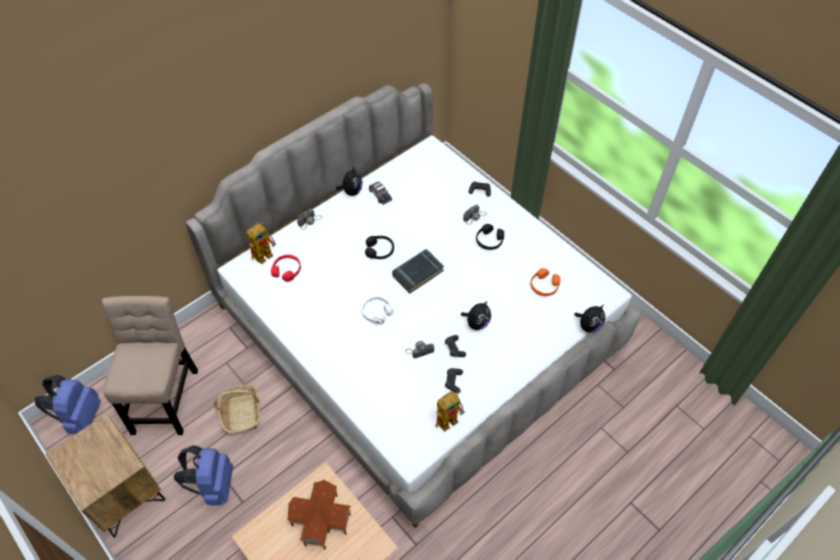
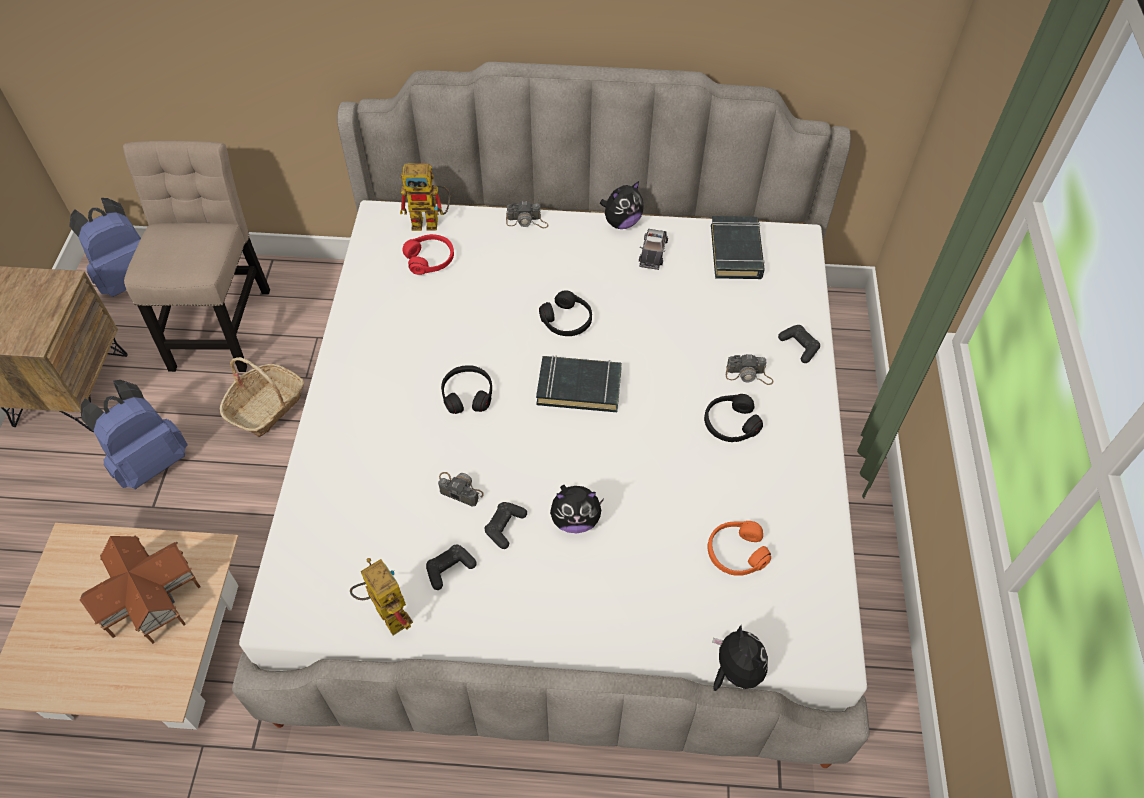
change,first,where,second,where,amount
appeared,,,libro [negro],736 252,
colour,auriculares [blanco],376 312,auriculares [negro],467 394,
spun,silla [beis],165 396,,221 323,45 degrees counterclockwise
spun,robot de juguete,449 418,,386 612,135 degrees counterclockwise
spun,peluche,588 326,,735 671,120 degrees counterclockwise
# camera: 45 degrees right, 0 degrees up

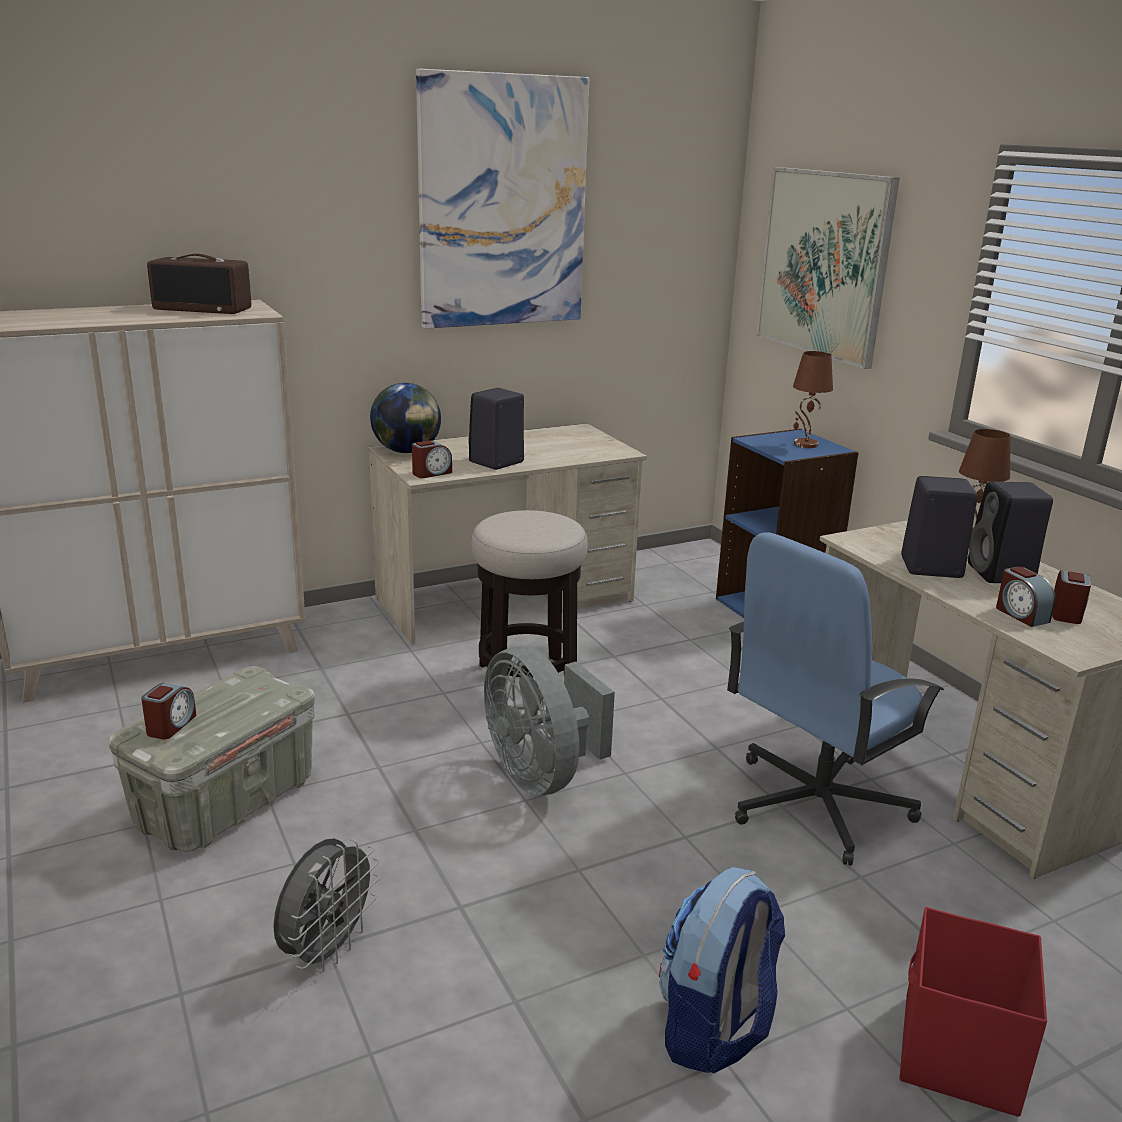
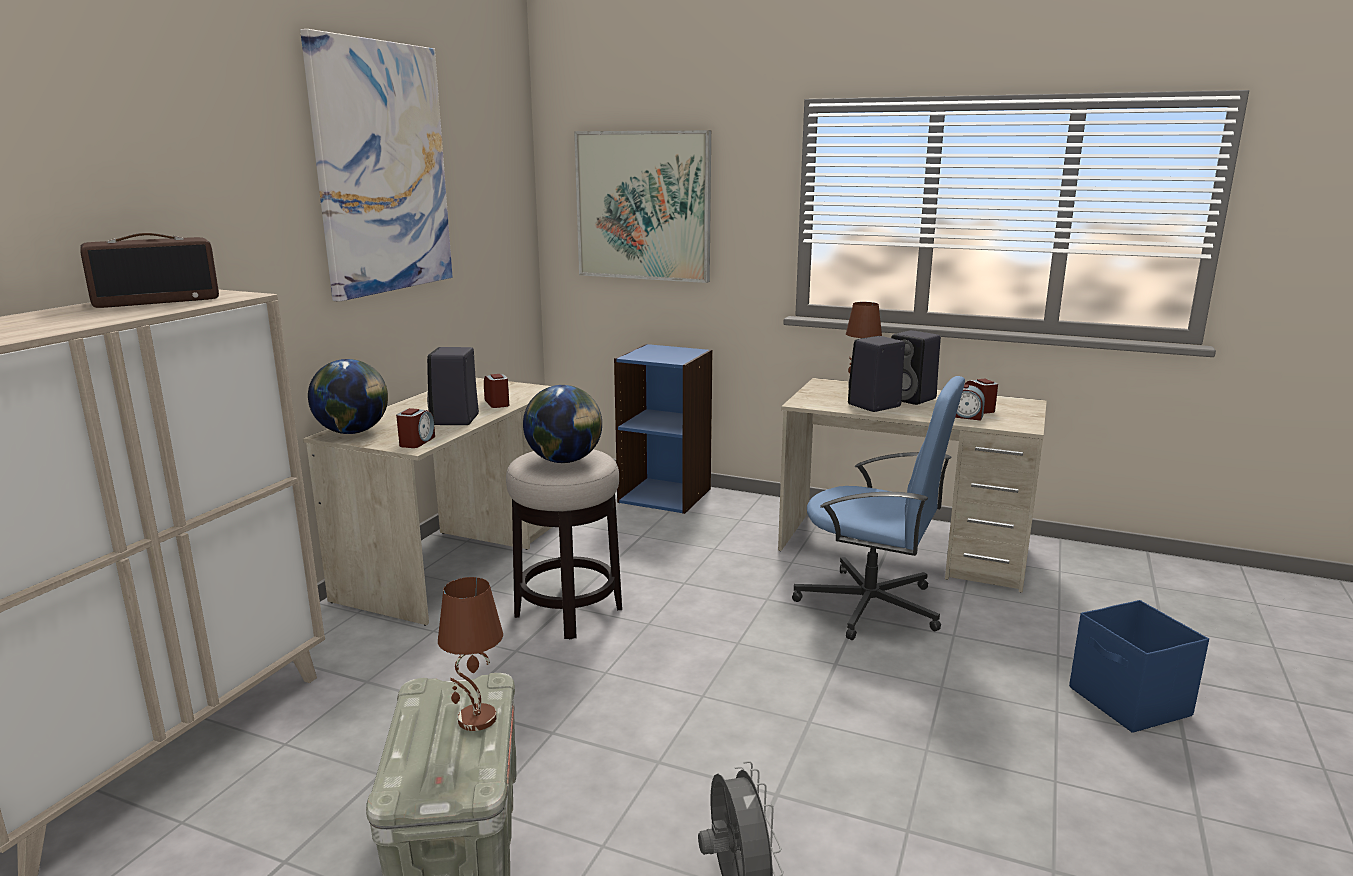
change,first,where,second,where,amount
missing,ventilador [gris],542 775,,,
missing,mochila,714 1029,,,
appeared,,,globo terráqueo,565 460,
relocated,despertador,171 725,,497 403,
relocated,lámpara de mesa [marrón],804 444,,476 719,
colour,caja de almacenaje [rojo],958 1055,caja de almacenaje [azul],1129 702,
spun,silla de oficina [azul],815 805,,871 606,75 degrees counterclockwise
# camera: 40 degrees left, 5 degrees down

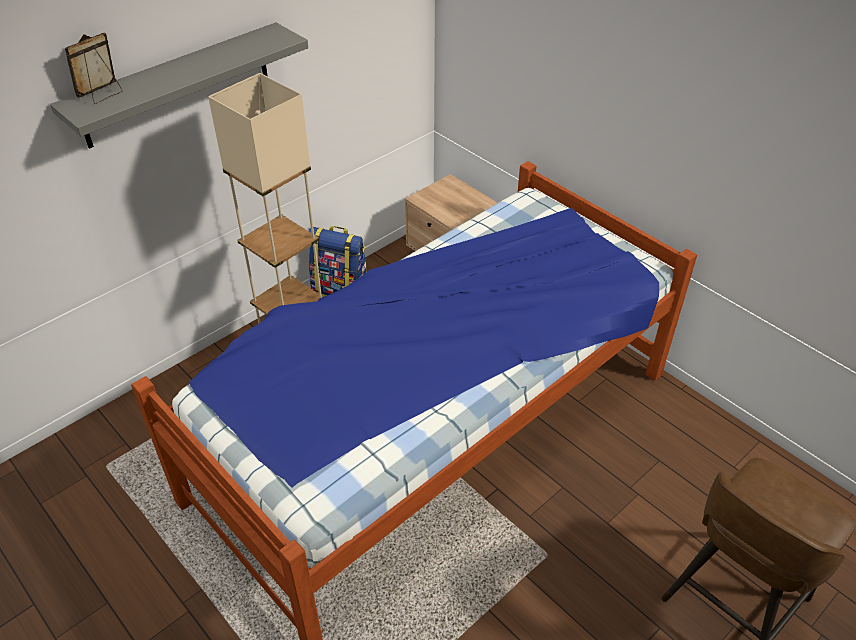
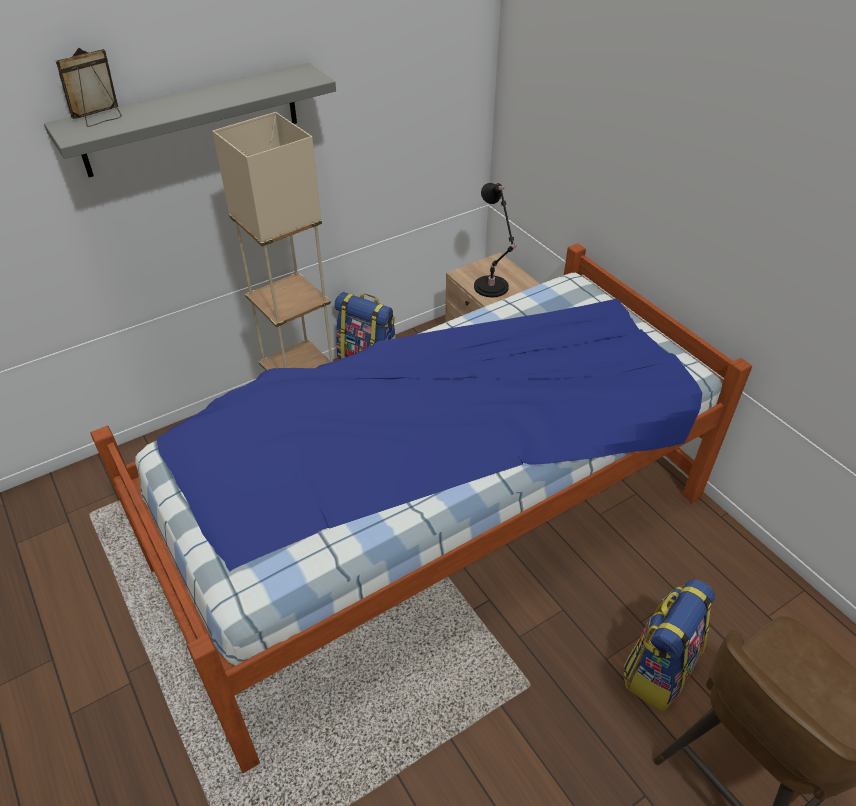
change,first,where,second,where,amount
appeared,,,lámpara de mesa [negro],492 288,
appeared,,,mochila,658 669,
# camera: 10 degrees right, 0 degrees up

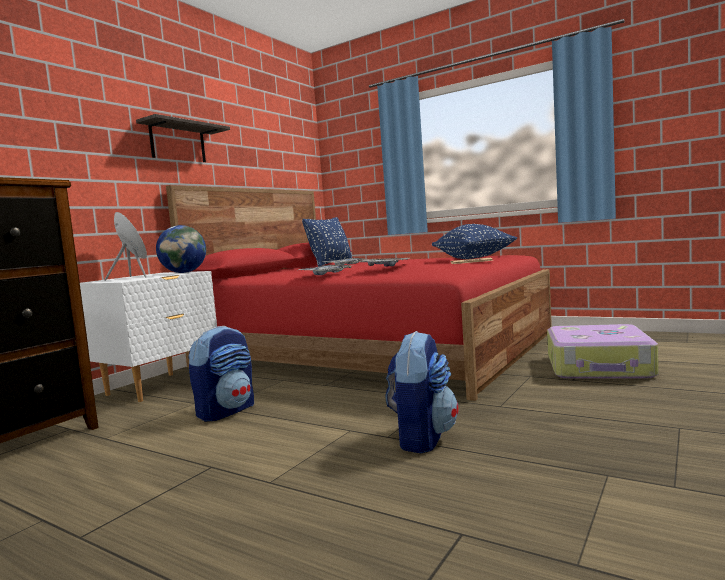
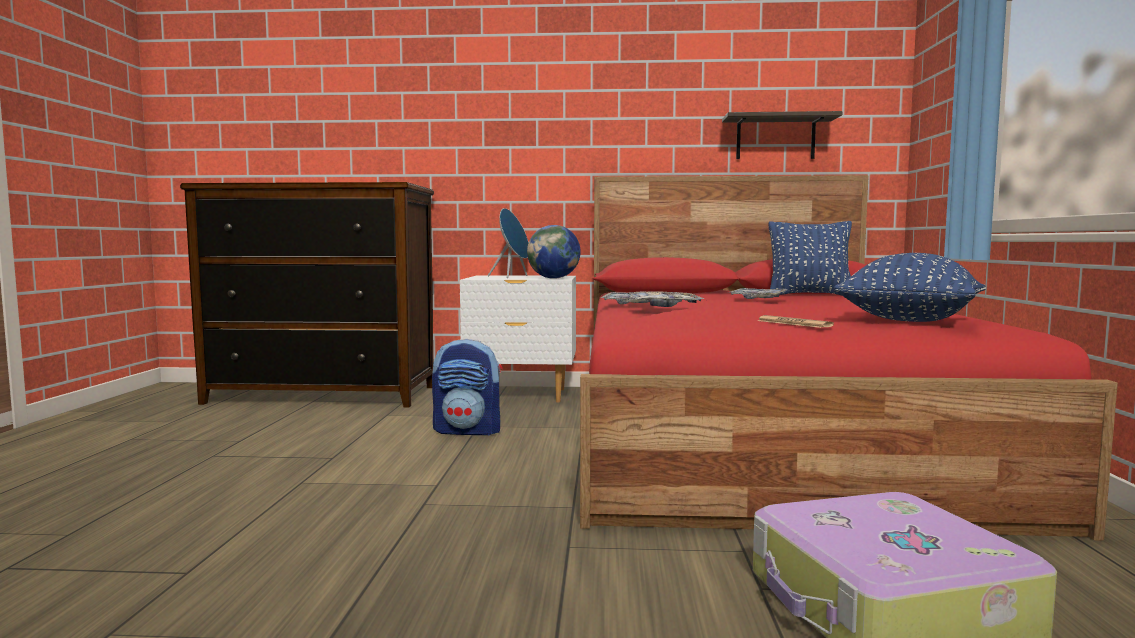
change,first,where,second,where,amount
missing,mochila,422 437,,,
relocated,estante,178 143,,775 138,
# camera: 60 degrees right, 0 degrees up

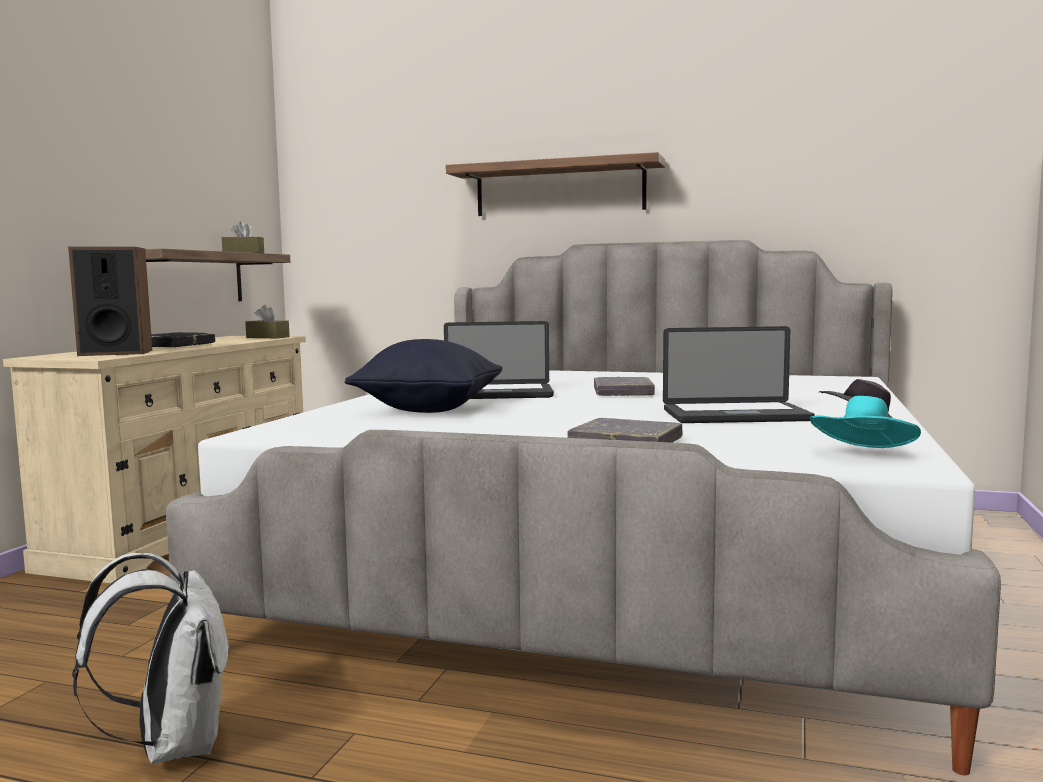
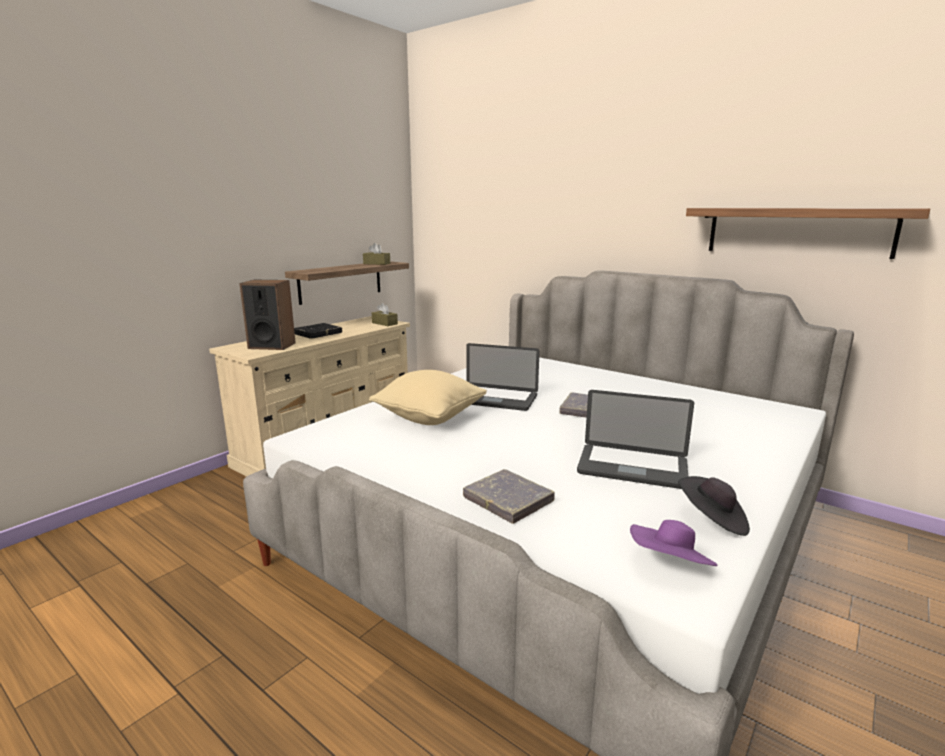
change,first,where,second,where,amount
missing,mochila [blanco],172 745,,,
relocated,estante,559 188,,797 231,
colour,cojín [negro],428 409,cojín [beis],429 418,
colour,sombrero [turquesa],863 455,sombrero [morado],670 566,
# camera: 20 degrees right, 10 degrees up

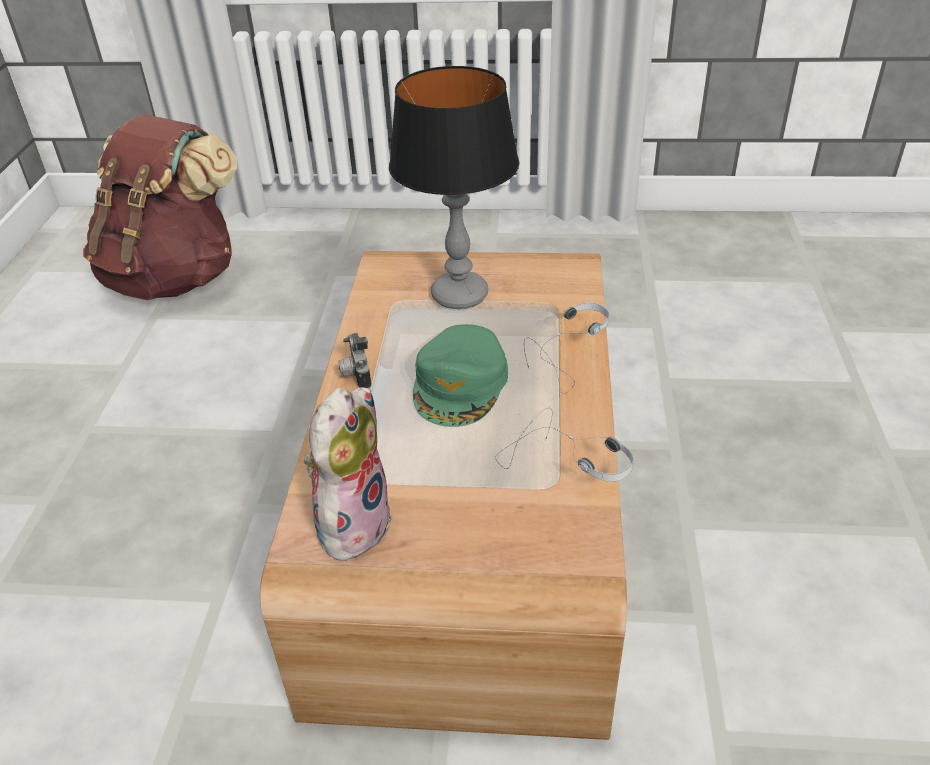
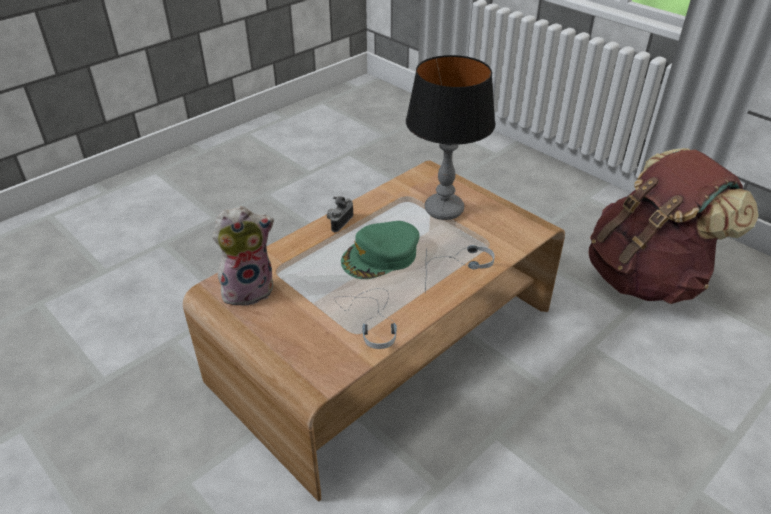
change,first,where,second,where,amount
relocated,mochila [marrón],176 277,,646 277,
# camera: 40 degrees right, 0 degrees up

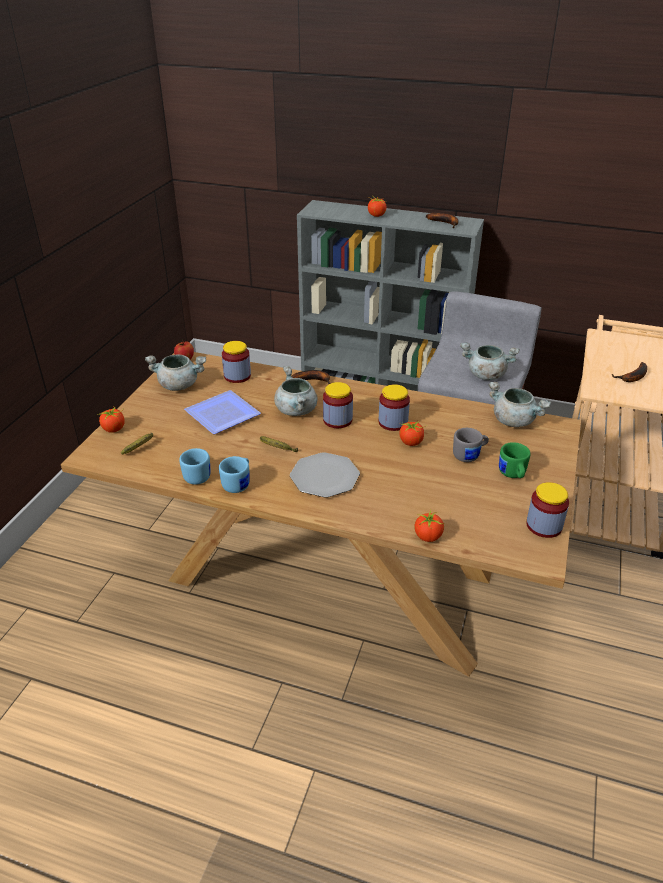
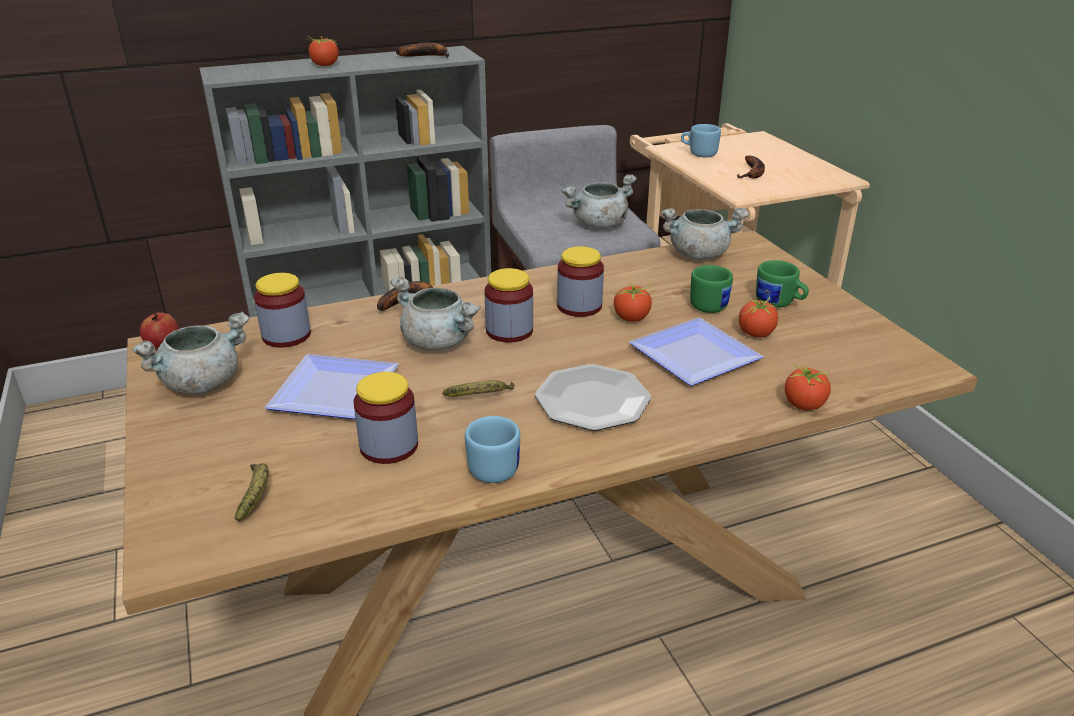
change,first,where,second,where,amount
appeared,,,plato,699 356,
relocated,tomate,114 429,,756 333,
relocated,taza grande [azul],196 475,,698 154,
relocated,tarro,544 525,,389 446,
colour,taza grande [gris],470 455,taza grande [verde],711 304,
# camera: 40 degrees left, 5 degrees down

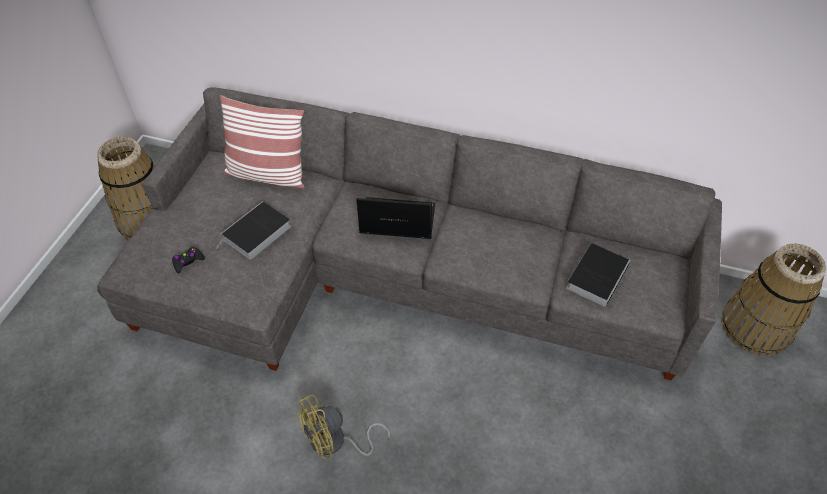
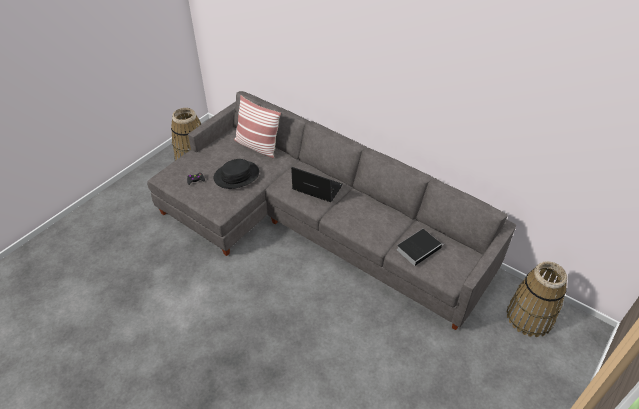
change,first,where,second,where,amount
missing,ventilador [amarillo],335 442,,,
exchanged,libro,256 234,sombrero [negro],236 175,
# camera: 20 degrees right, 5 degrees down

